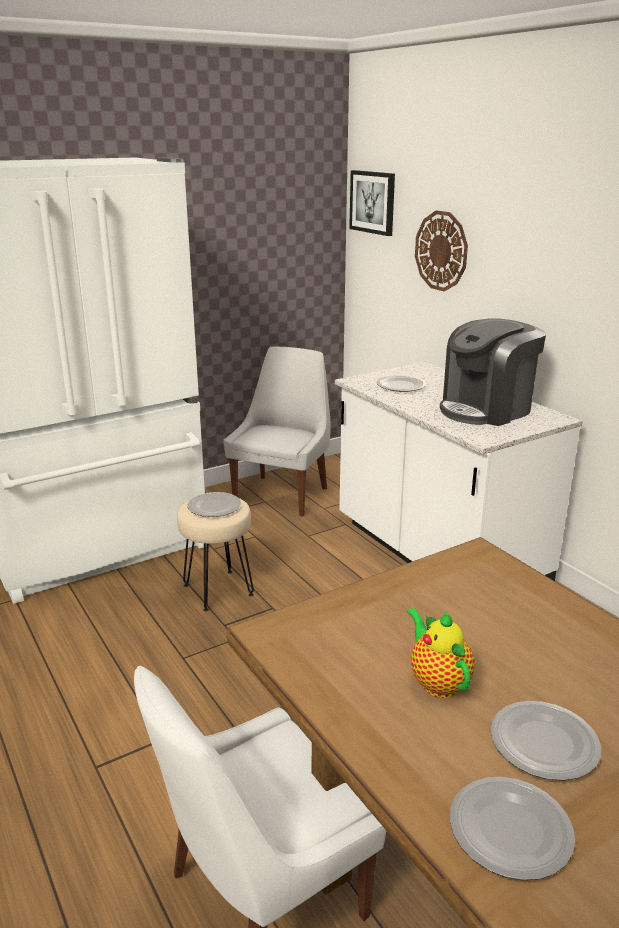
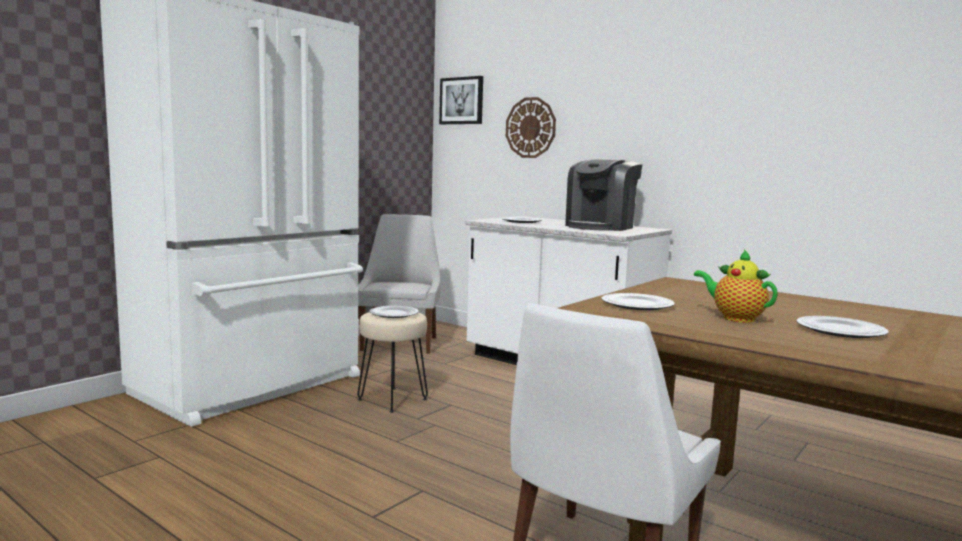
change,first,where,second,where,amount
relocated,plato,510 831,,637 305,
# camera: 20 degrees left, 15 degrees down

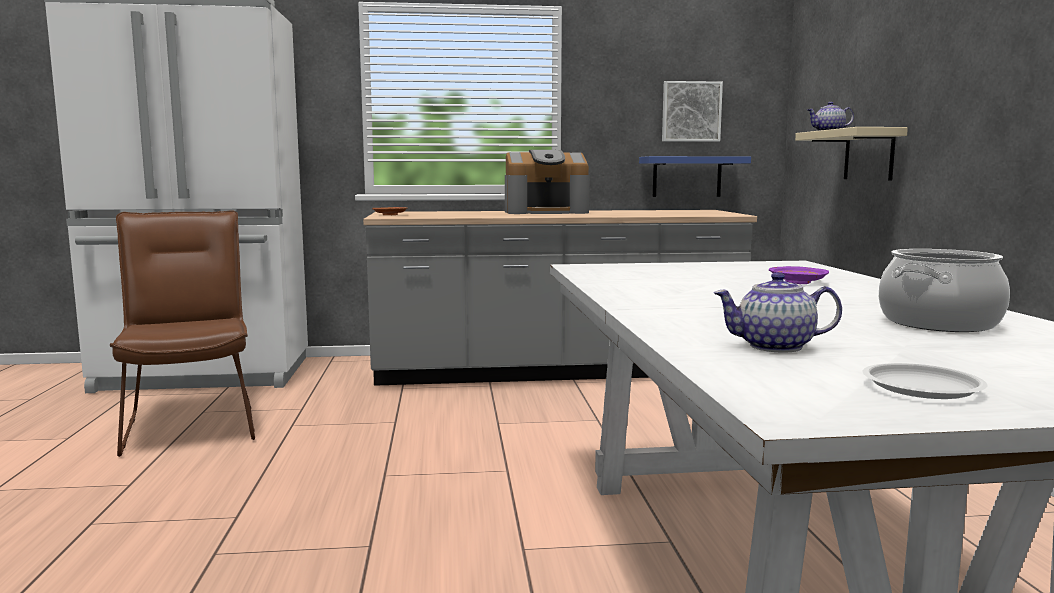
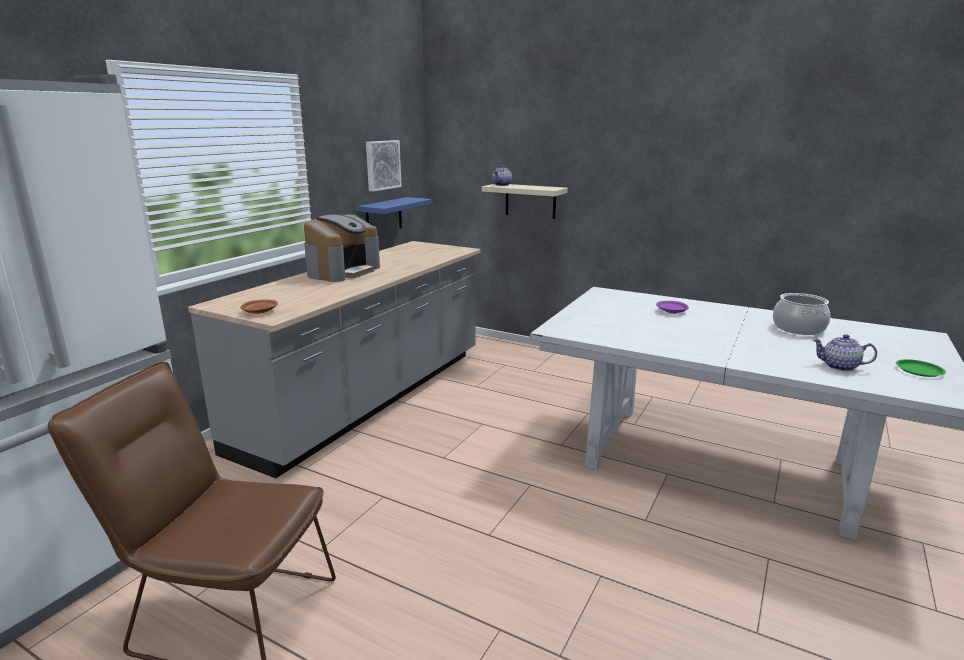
change,first,where,second,where,amount
colour,plato [blanco],921 388,plato [verde],919 371,
spun,tetera,774 346,,839 366,75 degrees clockwise
# camera: 55 degrees left, 10 degrees up

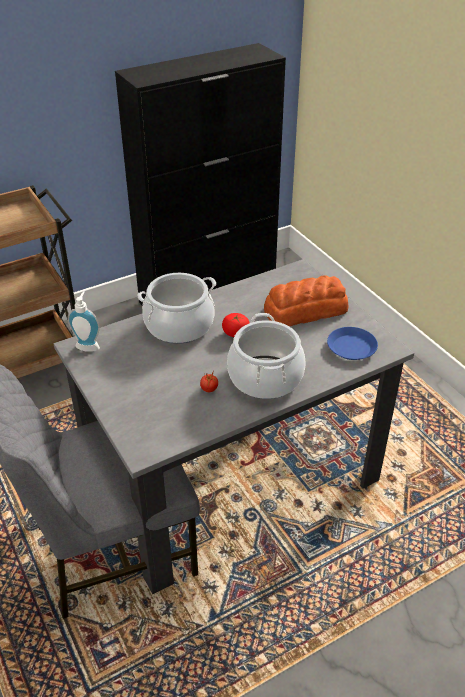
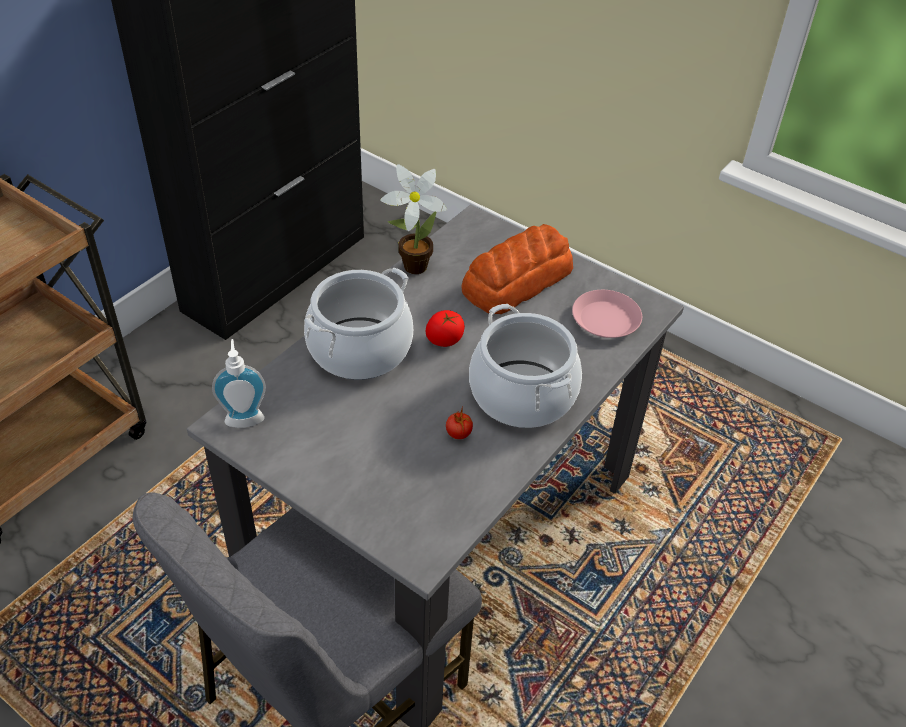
change,first,where,second,where,amount
appeared,,,planta en maceta,411 267,
colour,plato [azul],351 347,plato [rosa],605 319,
# camera: 25 degrees left, 5 degrees up

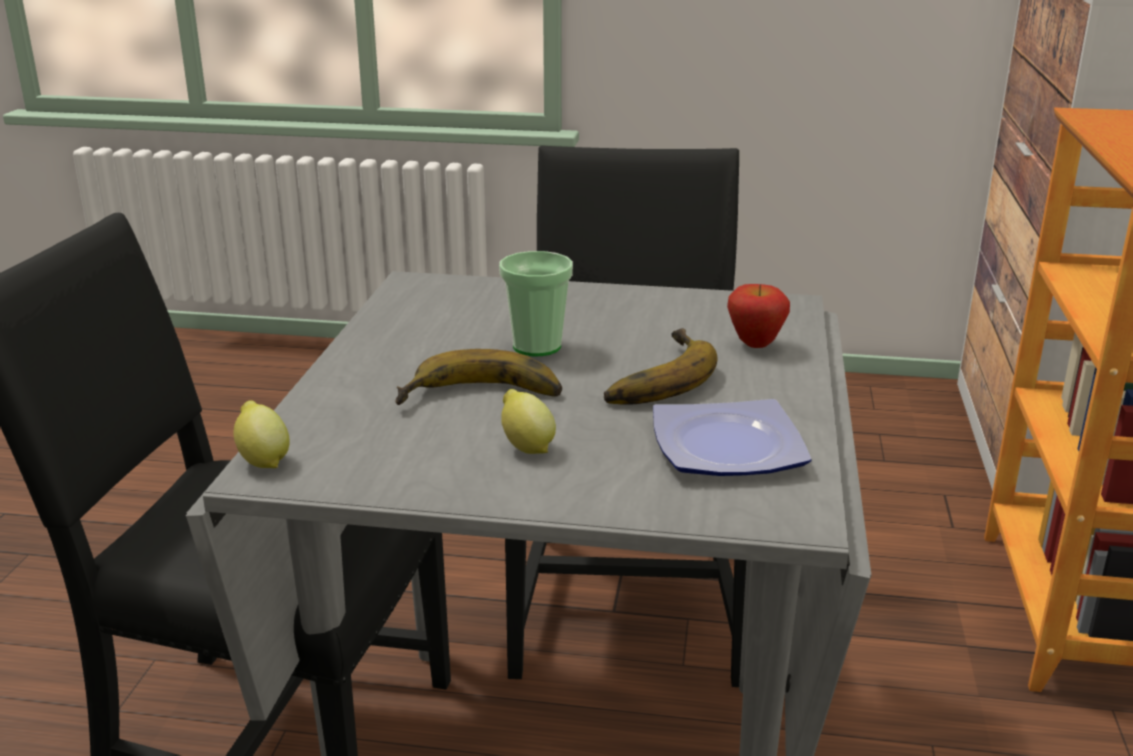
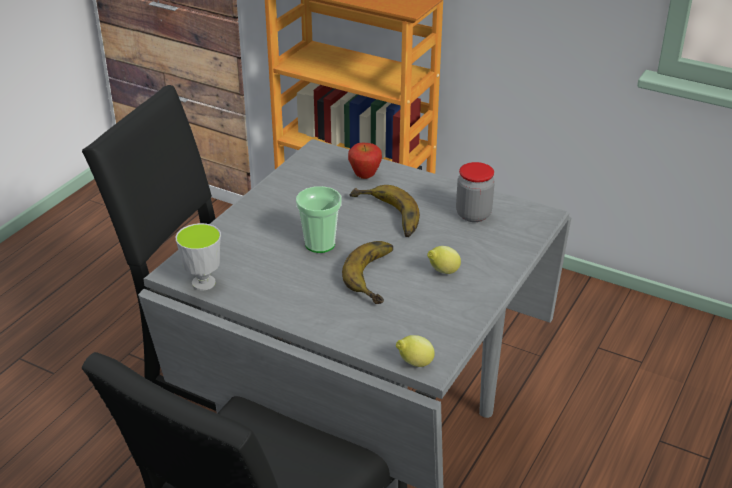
change,first,where,second,where,amount
appeared,,,taza,203 283,
exchanged,plato,730 448,tarro,473 214,
# camera: 70 degrees left, 10 degrees up

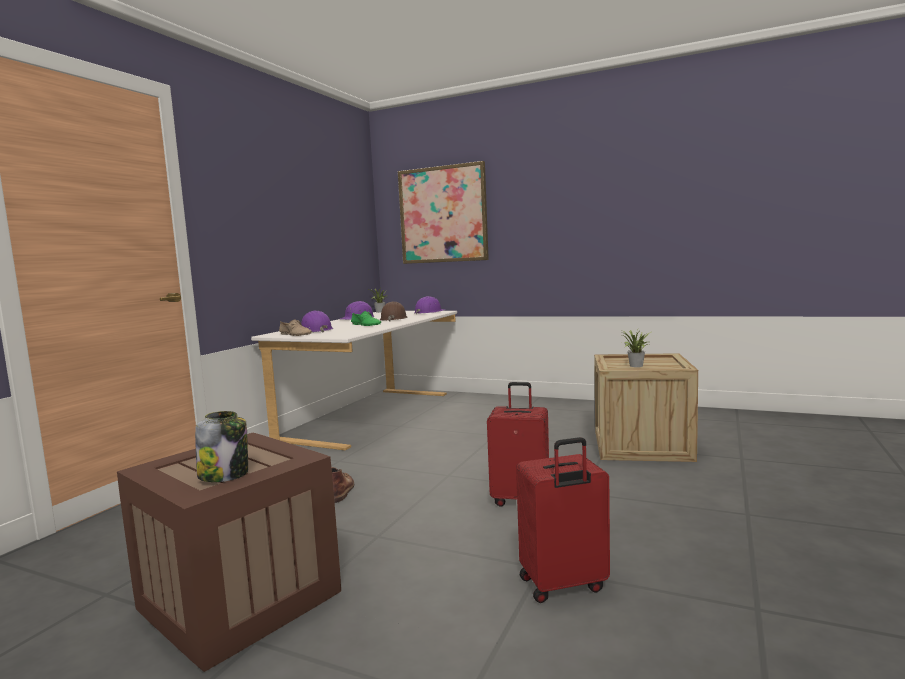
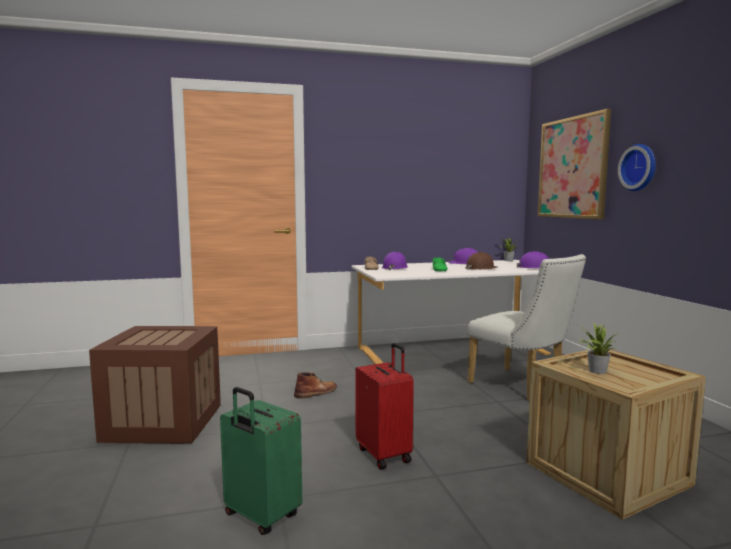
change,first,where,second,where,amount
missing,tarro,225 475,,,
appeared,,,silla [blanco],523 387,
appeared,,,reloj de pared,640 167,
colour,maleta [rojo],563 585,maleta [verde],260 516,
# camera: 50 degrees right, 0 degrees up

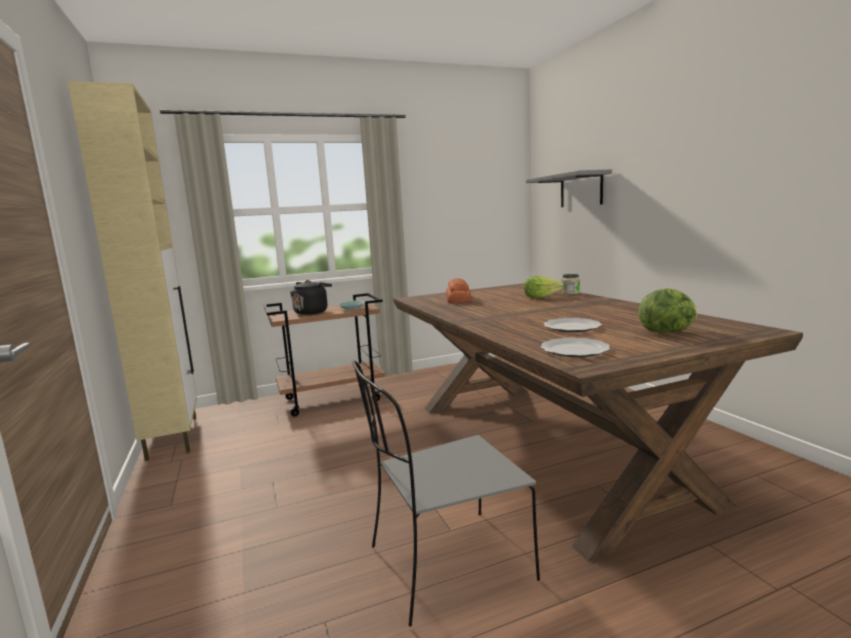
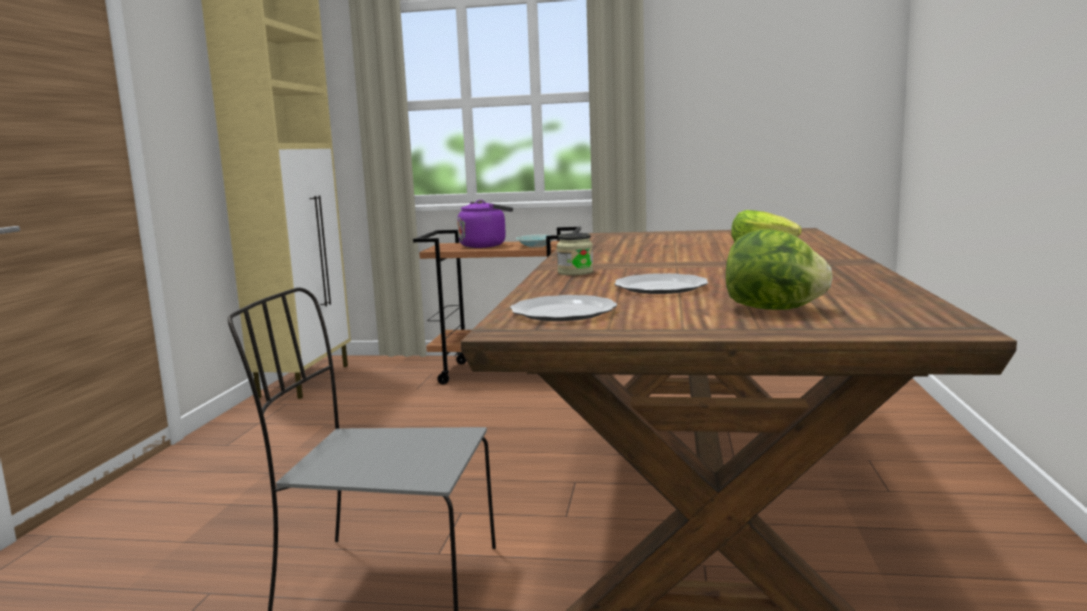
change,first,where,second,where,amount
missing,pan,458 299,,,
missing,estante [gris],581 190,,,
relocated,tarro,570 293,,575 272,
colour,hervidor [negro],312 312,hervidor [morado],485 245,
# camera: 30 degrees right, 0 degrees up

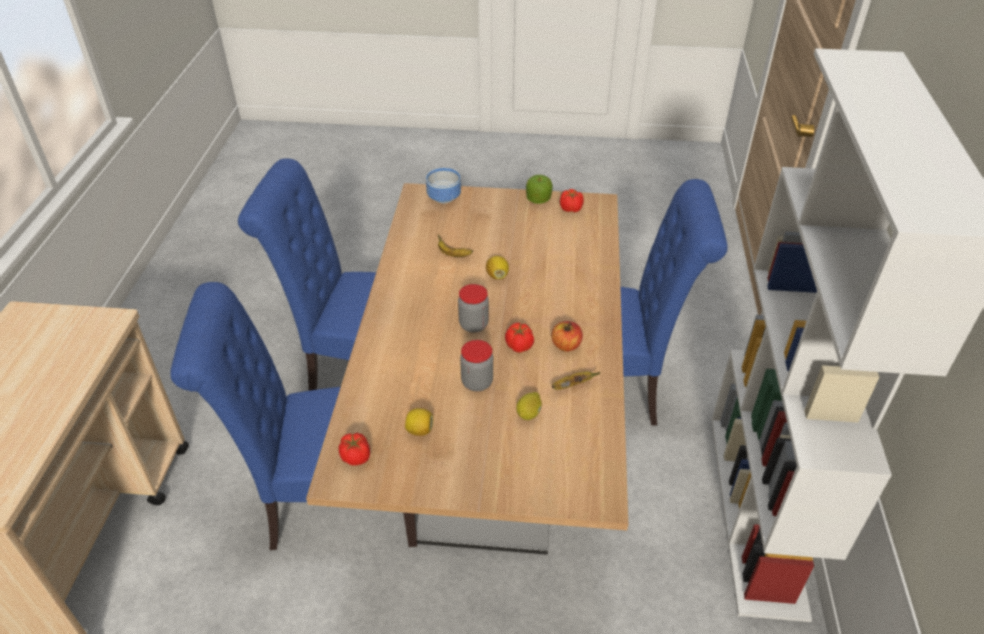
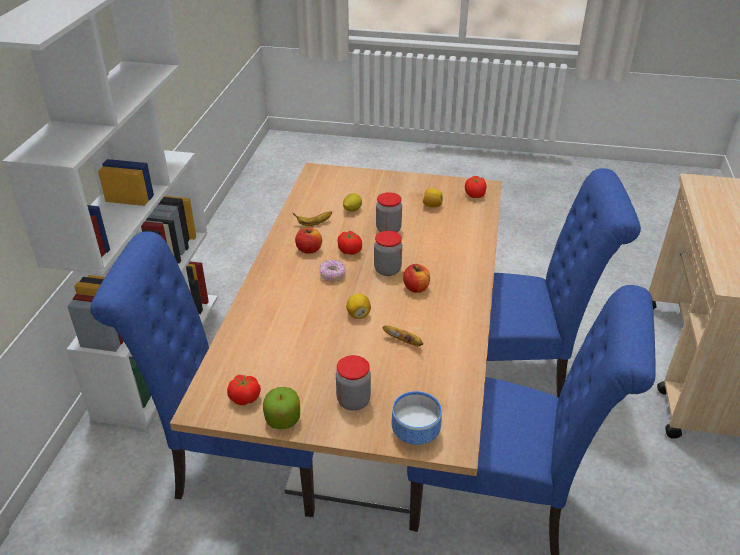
change,first,where,second,where,amount
appeared,,,rosquilla,332 275,
appeared,,,tarro,353 401,
appeared,,,manzana,416 288,
# camera: 175 degrees left, 5 degrees down

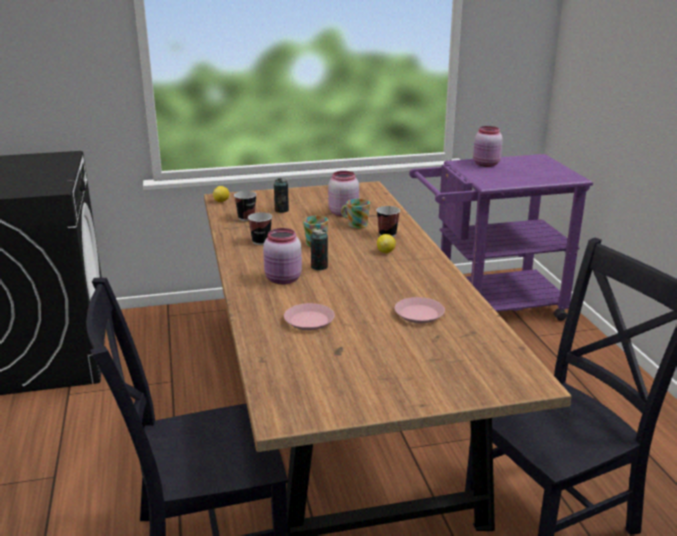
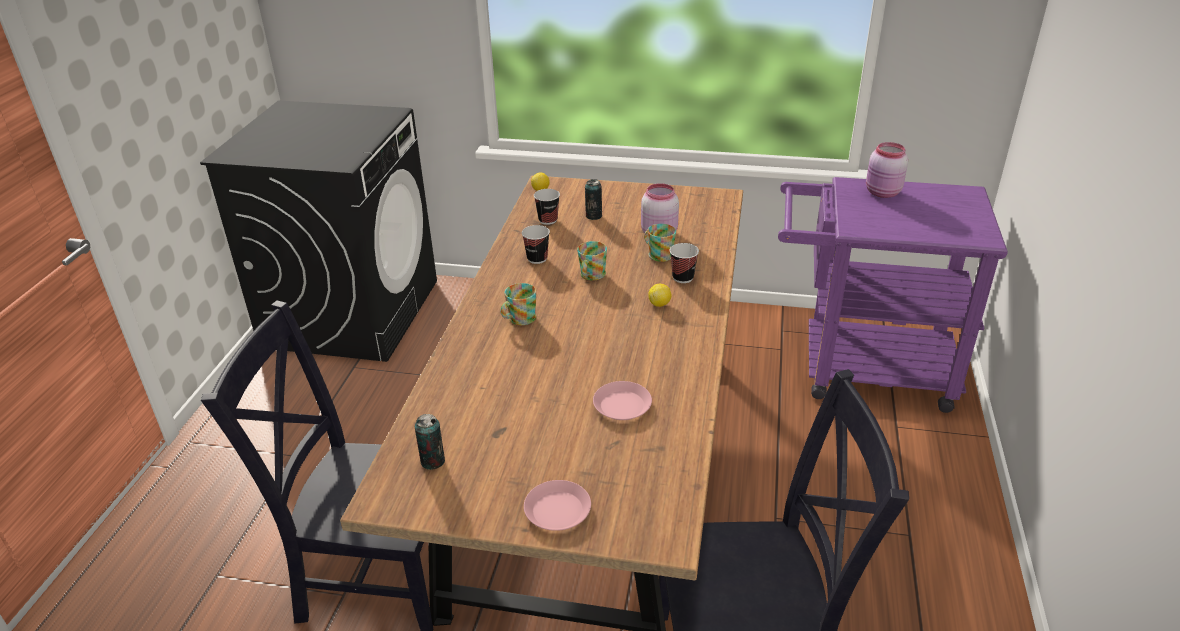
change,first,where,second,where,amount
relocated,plato [rosa],309 320,,557 510,
relocated,lata,319 267,,432 461,
exchanged,tarro [rosa],283 280,taza grande,519 319,
# camera: 25 degrees right, 10 degrees up

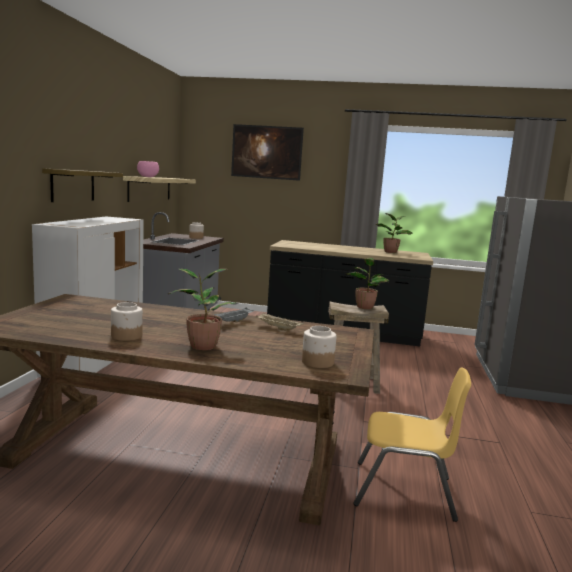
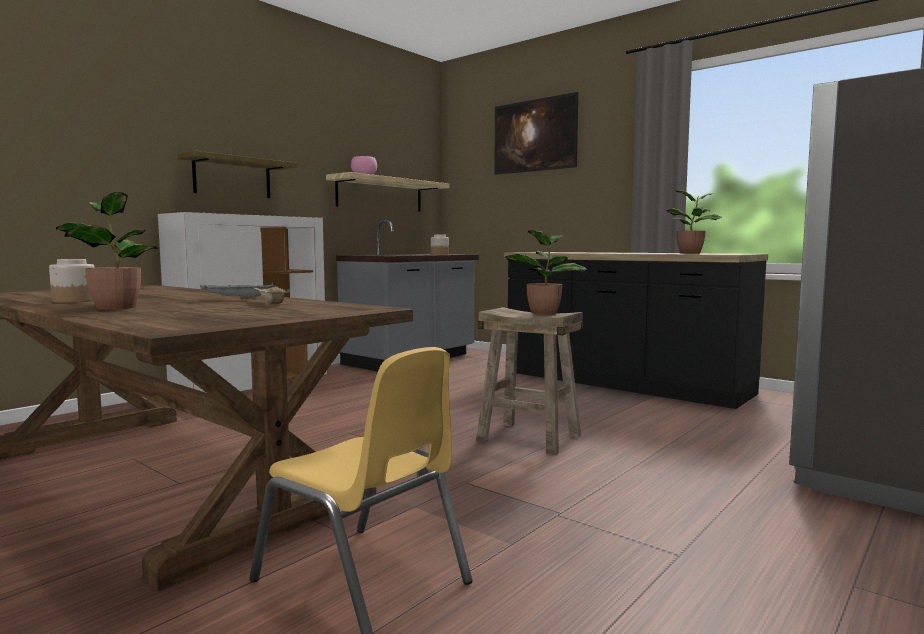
change,first,where,second,where,amount
missing,tarro,317 362,,,
# camera: 30 degrees right, 5 degrees down

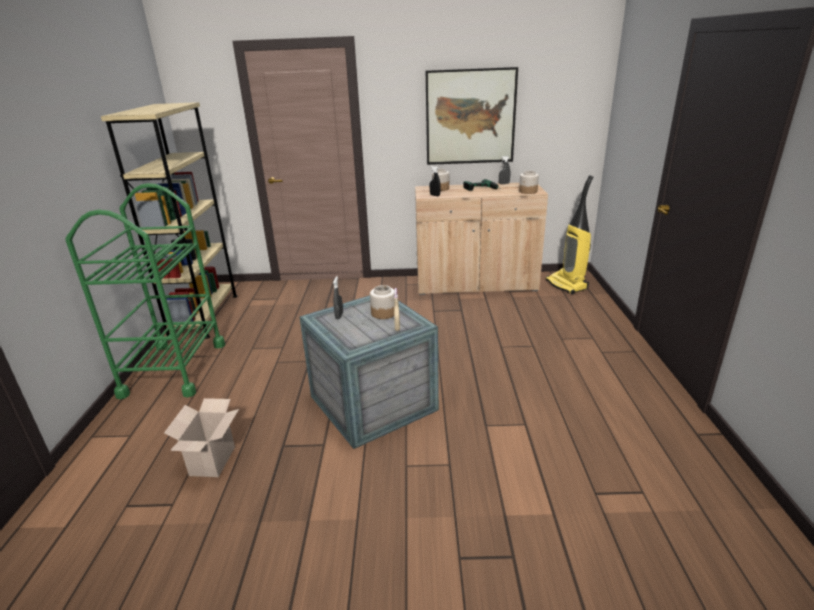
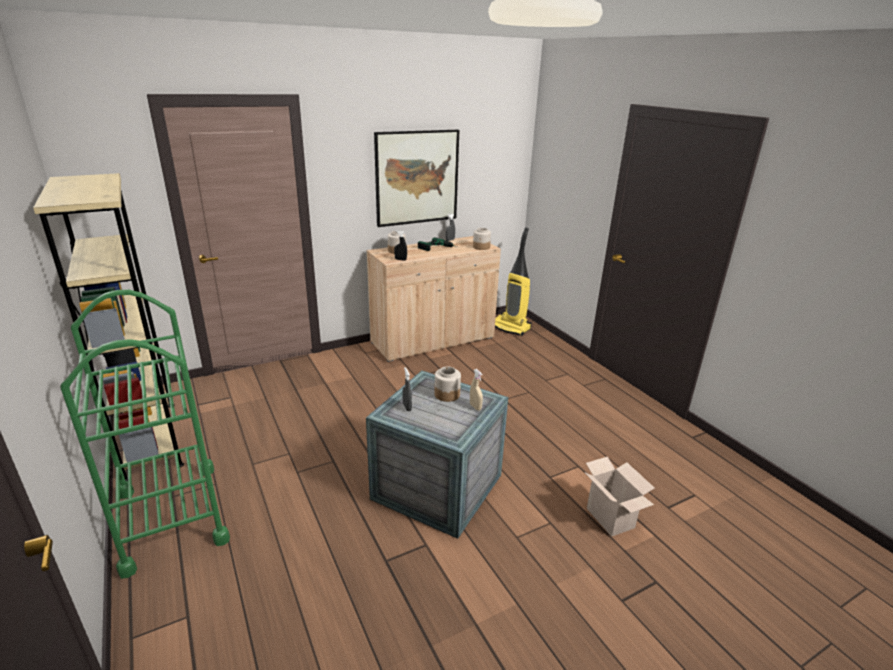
change,first,where,second,where,amount
relocated,caja de cartón,213 462,,612 518,
# camera: 30 degrees left, 0 degrees up

